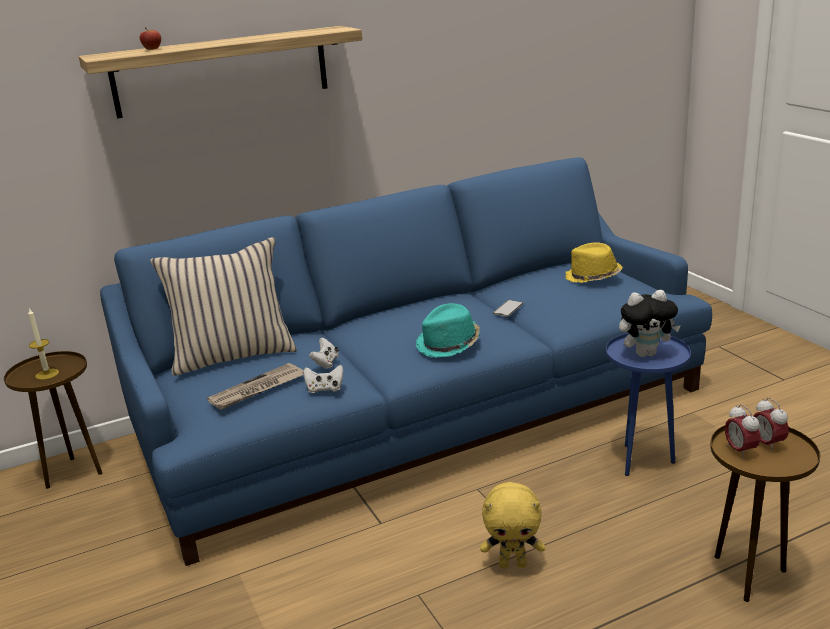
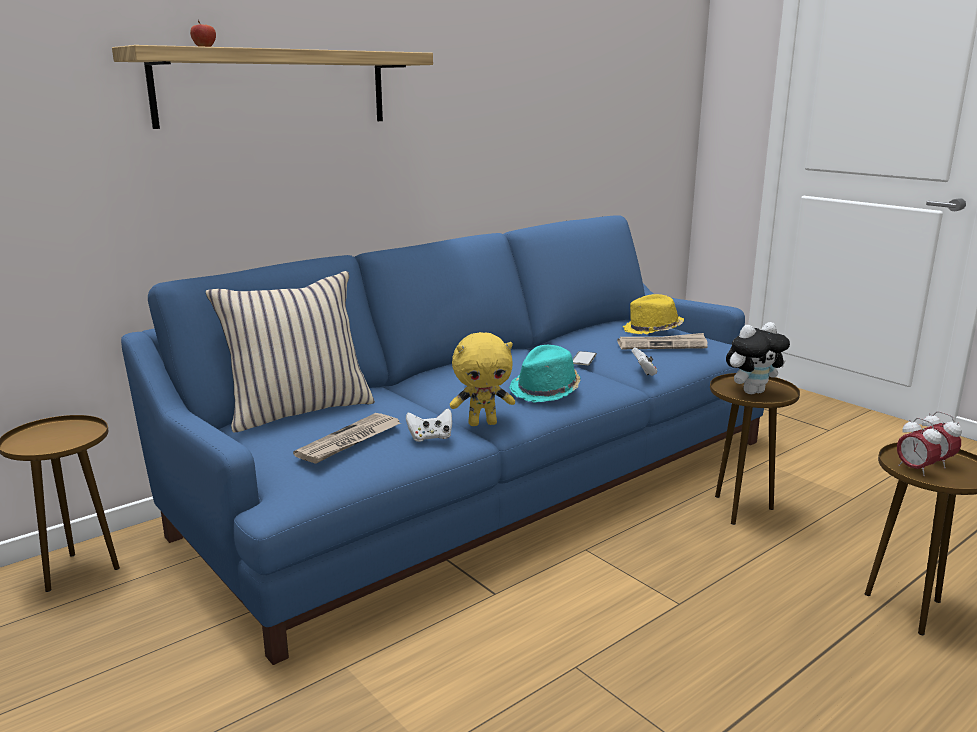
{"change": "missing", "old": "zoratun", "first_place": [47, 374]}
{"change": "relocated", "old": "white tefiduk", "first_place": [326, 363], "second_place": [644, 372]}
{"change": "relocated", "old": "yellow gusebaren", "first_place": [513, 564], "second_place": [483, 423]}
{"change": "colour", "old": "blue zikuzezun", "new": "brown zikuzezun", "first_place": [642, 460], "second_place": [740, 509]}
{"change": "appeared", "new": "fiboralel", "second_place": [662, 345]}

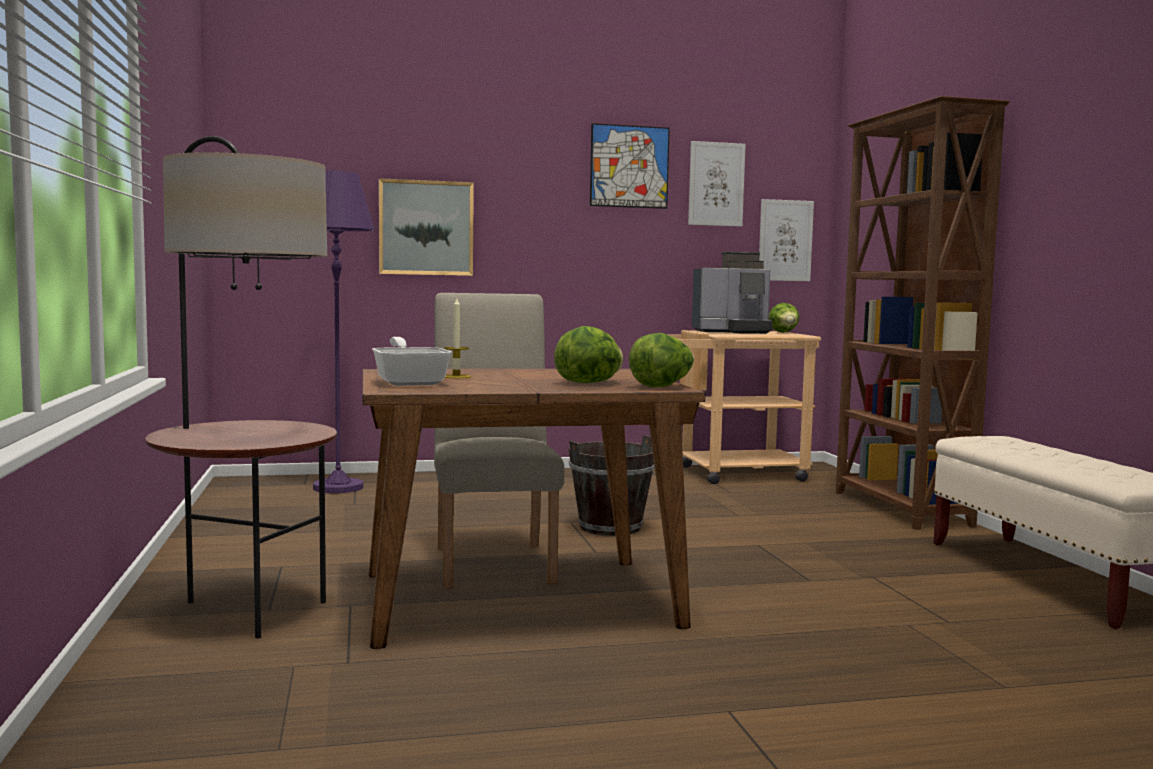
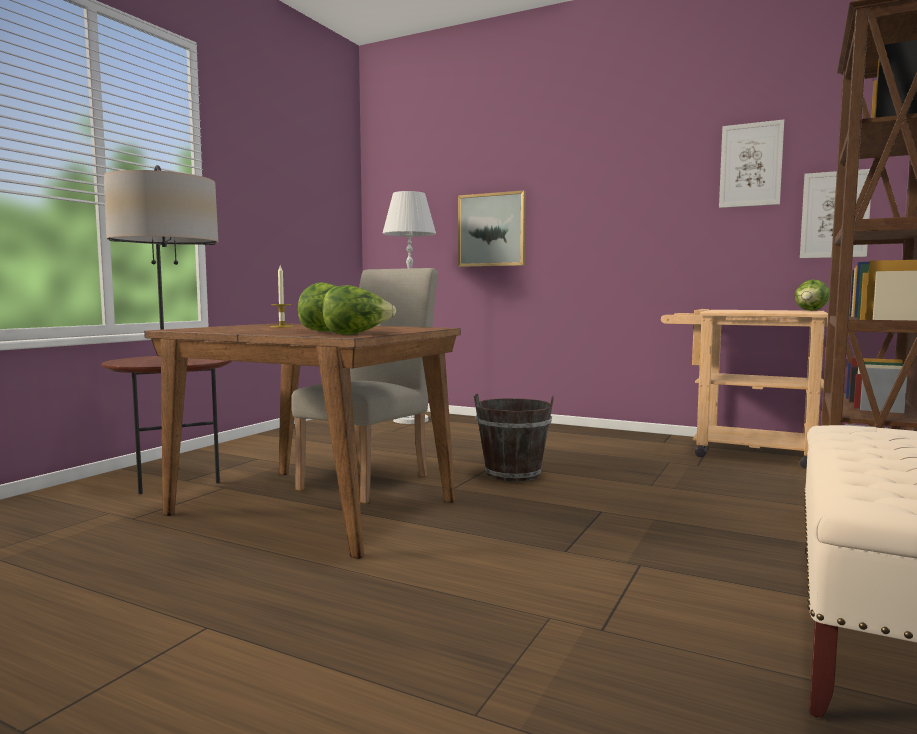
{"change": "colour", "old": "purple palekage", "new": "white palekage", "first_place": [338, 487], "second_place": [410, 420]}
{"change": "missing", "old": "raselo", "first_place": [410, 382]}
{"change": "missing", "old": "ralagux", "first_place": [629, 166]}
{"change": "missing", "old": "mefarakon", "first_place": [733, 331]}

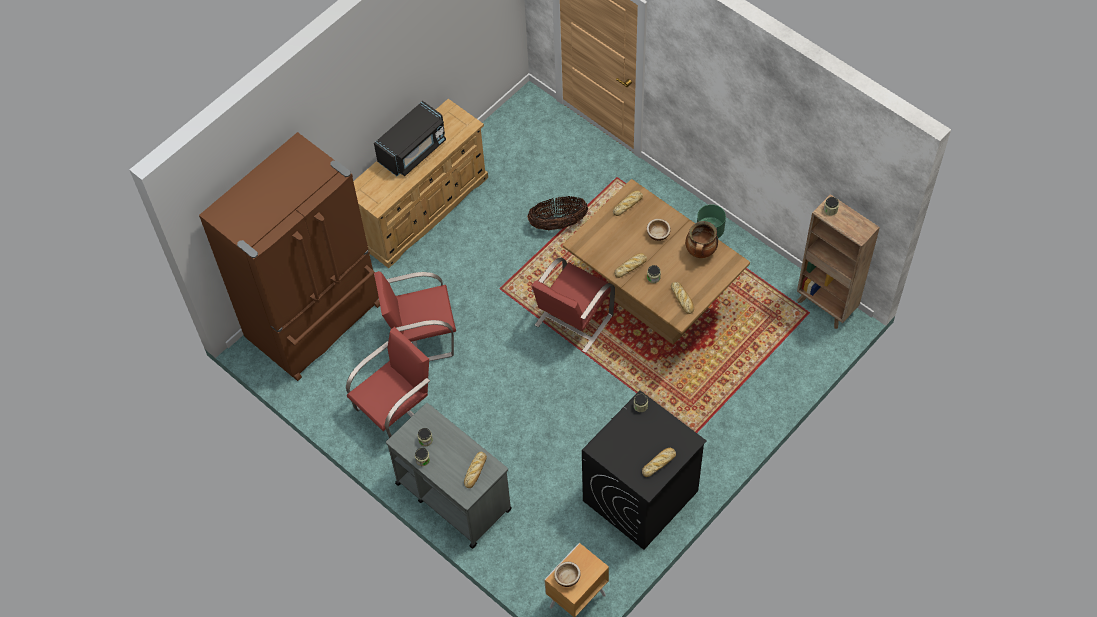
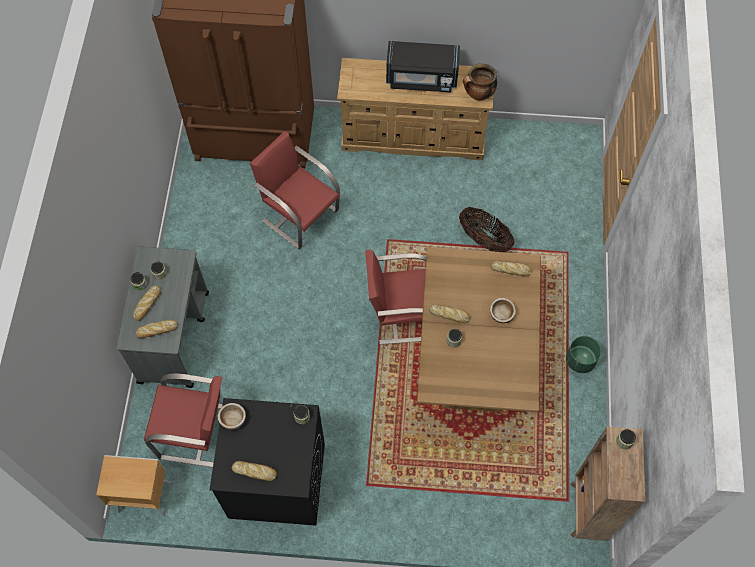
{"change": "relocated", "old": "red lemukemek", "first_place": [396, 411], "second_place": [195, 432]}
{"change": "relocated", "old": "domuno", "first_place": [567, 578], "second_place": [233, 419]}
{"change": "relocated", "old": "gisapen", "first_place": [682, 299], "second_place": [147, 304]}
{"change": "relocated", "old": "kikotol", "first_place": [701, 252], "second_place": [478, 95]}

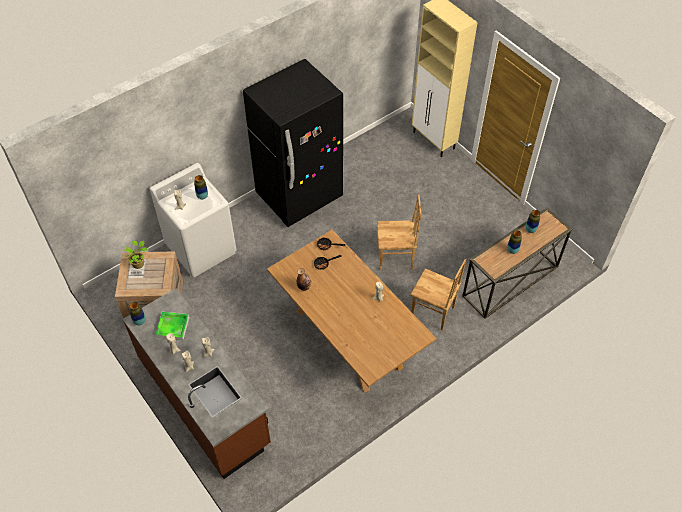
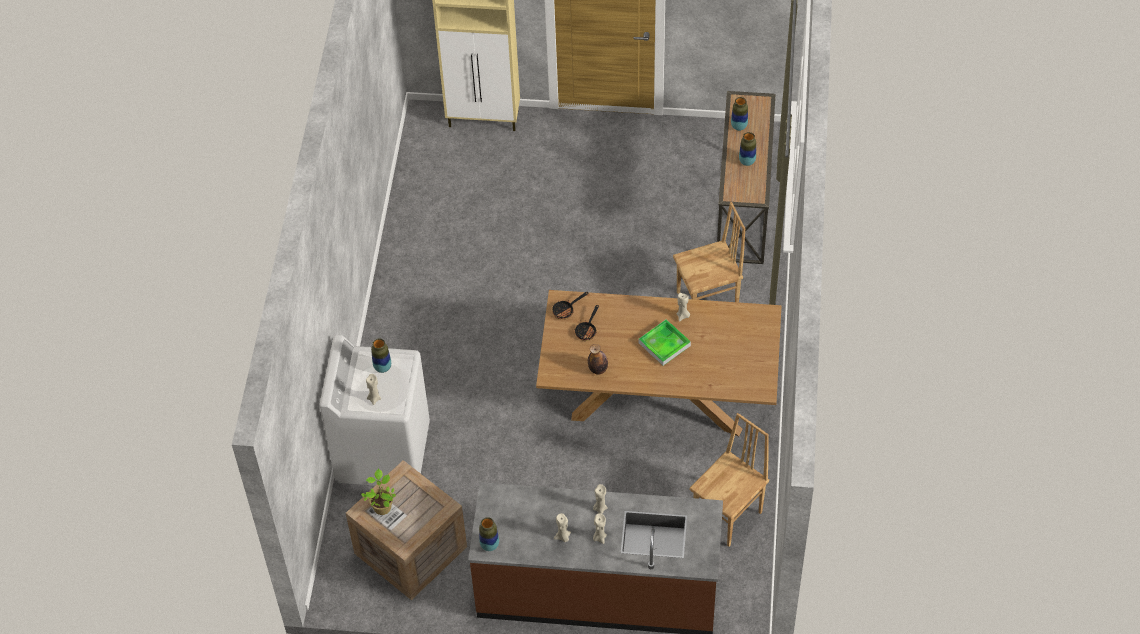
{"change": "relocated", "old": "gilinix", "first_place": [173, 327], "second_place": [664, 344]}
{"change": "missing", "old": "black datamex", "first_place": [299, 196]}
{"change": "relocated", "old": "brown lemukemek", "first_place": [395, 258], "second_place": [729, 516]}

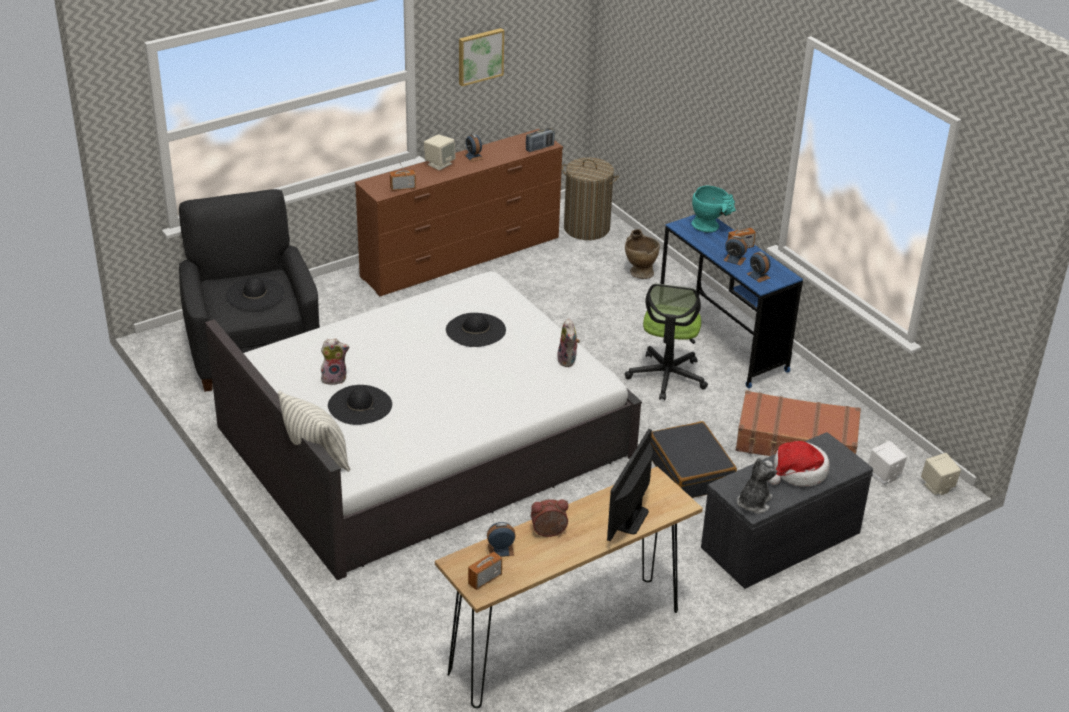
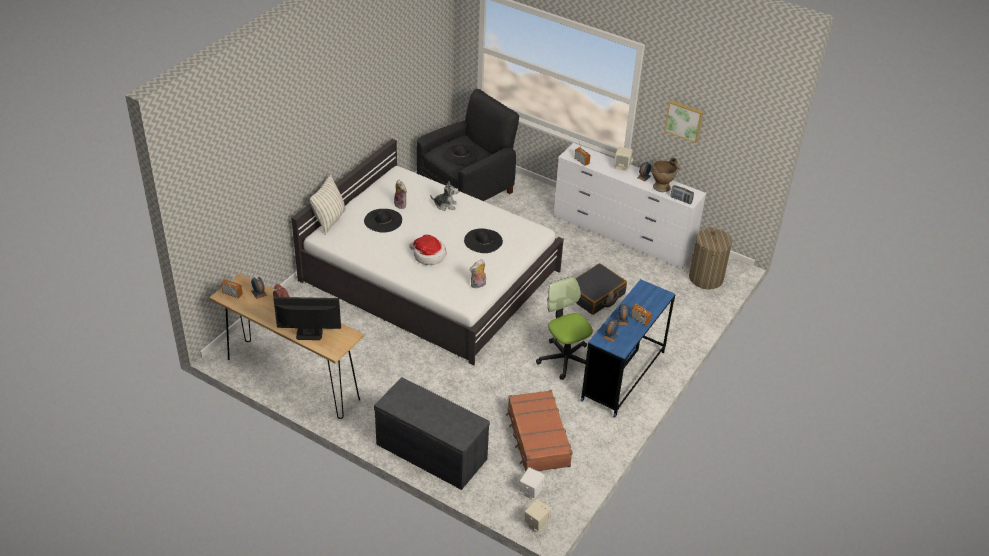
{"change": "colour", "old": "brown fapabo", "new": "white fapabo", "first_place": [461, 257], "second_place": [622, 235]}
{"change": "relocated", "old": "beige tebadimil", "first_place": [639, 271], "second_place": [663, 186]}
{"change": "spun", "old": "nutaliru", "first_place": [667, 376], "second_place": [565, 359], "degrees": 75}
{"change": "relocated", "old": "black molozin", "first_place": [690, 471], "second_place": [595, 295]}
{"change": "missing", "old": "turquoise tebadimil", "first_place": [710, 227]}
{"change": "relocated", "old": "gusebaren", "first_place": [753, 503], "second_place": [445, 205]}
{"change": "relocated", "old": "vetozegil", "first_place": [798, 472], "second_place": [428, 255]}

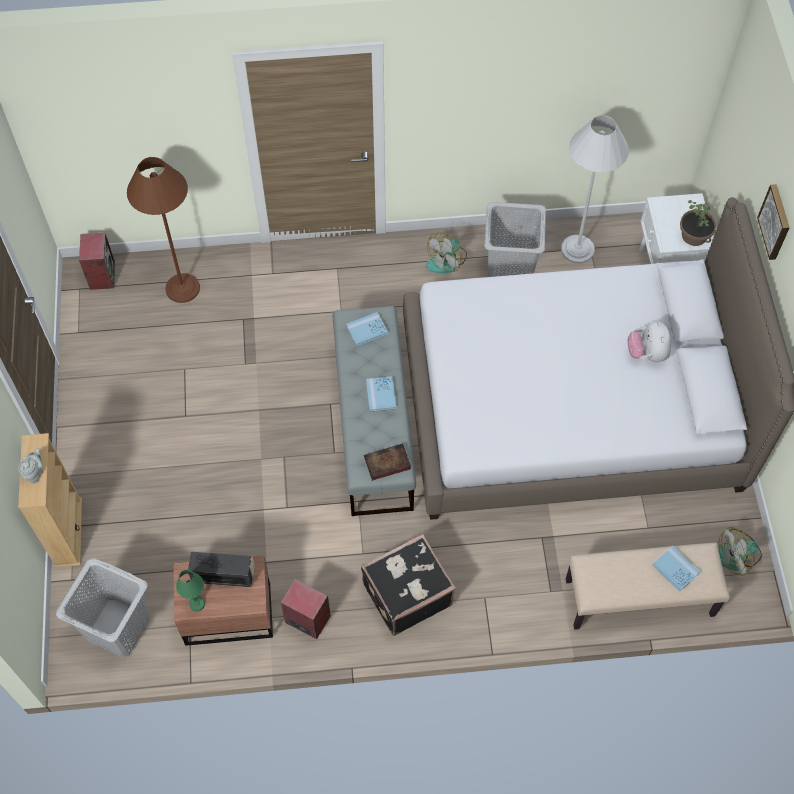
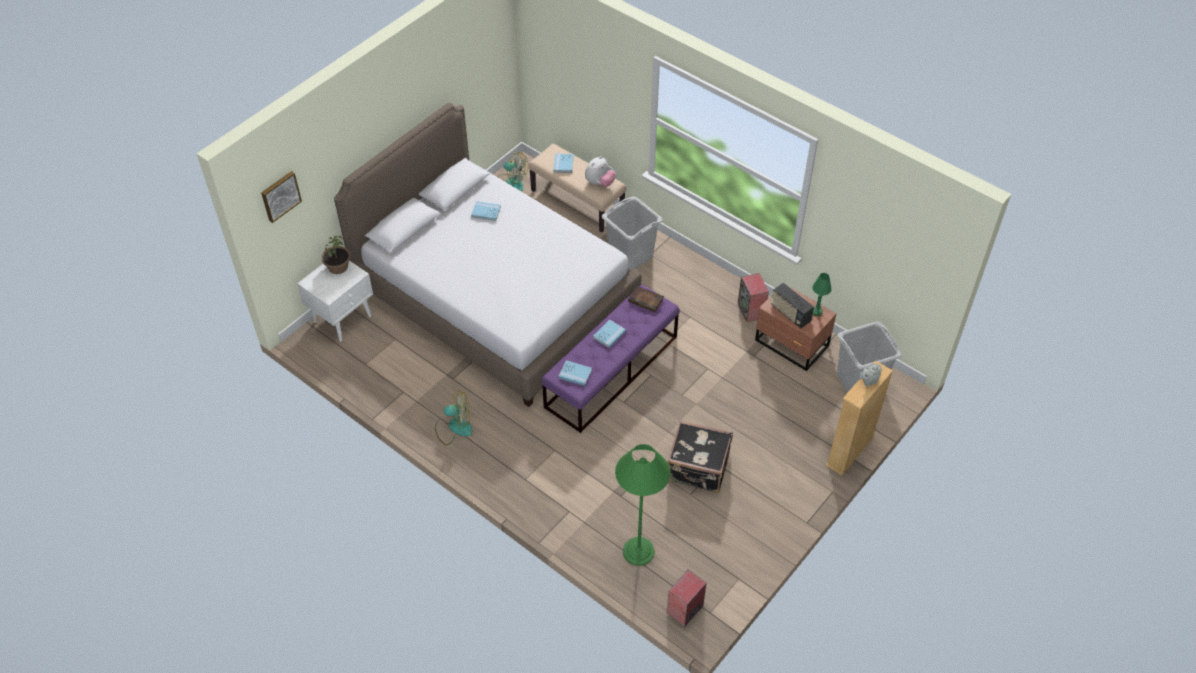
{"change": "colour", "old": "brown palekage", "new": "green palekage", "first_place": [182, 288], "second_place": [638, 551]}
{"change": "colour", "old": "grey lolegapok", "new": "purple lolegapok", "first_place": [373, 424], "second_place": [612, 371]}
{"change": "relocated", "old": "black molozin", "first_place": [406, 593], "second_place": [698, 469]}
{"change": "relocated", "old": "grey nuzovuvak", "first_place": [509, 268], "second_place": [630, 256]}
{"change": "missing", "old": "white palekage", "first_place": [577, 249]}
{"change": "relocated", "old": "gusebaren", "first_place": [647, 353], "second_place": [599, 183]}
{"change": "relocated", "old": "ralagux", "first_place": [776, 222], "second_place": [280, 196]}
{"change": "appeared", "new": "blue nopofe", "second_place": [486, 212]}

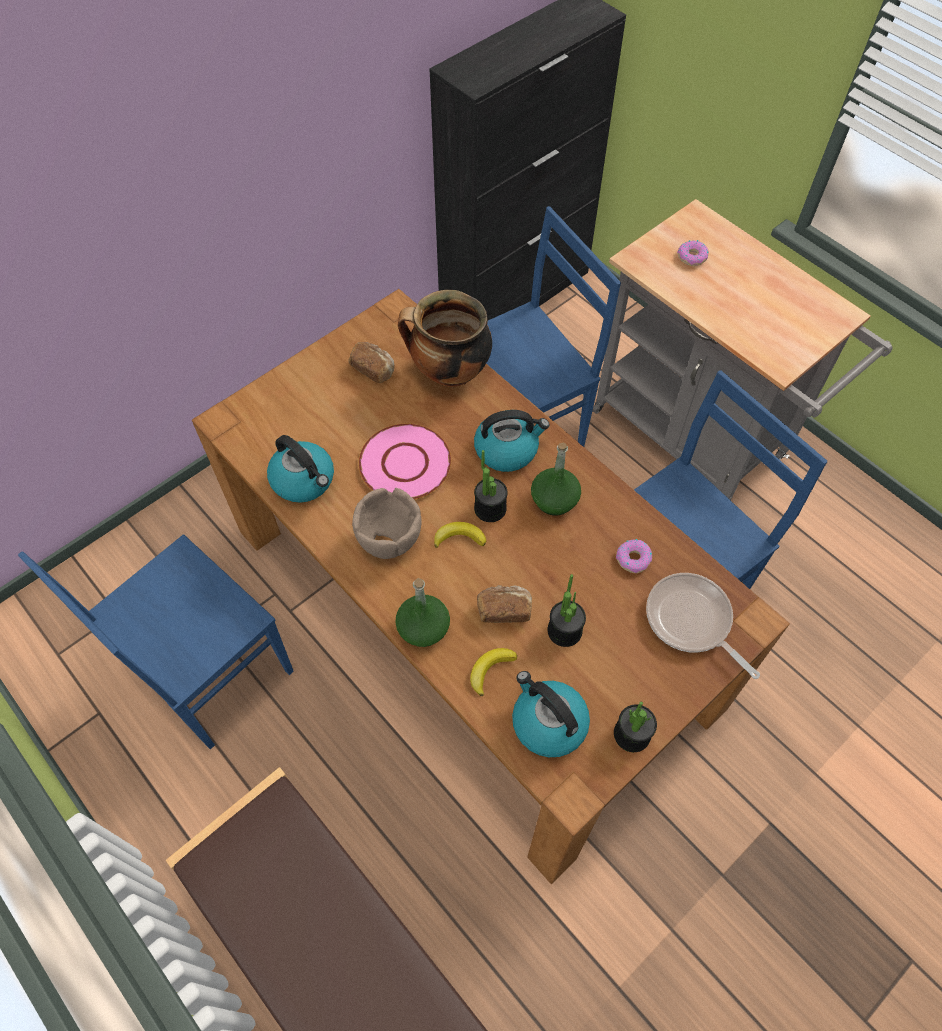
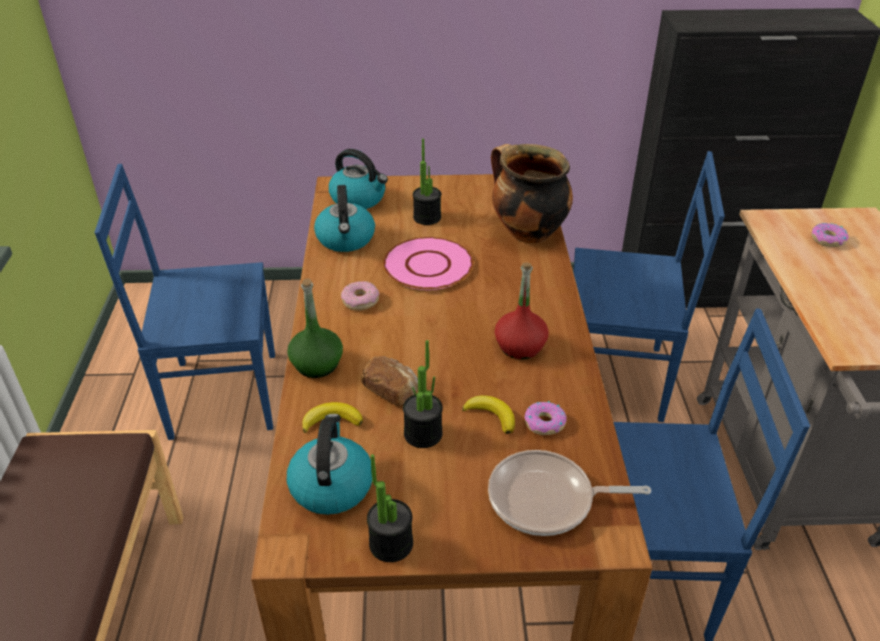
{"change": "missing", "old": "gisapen", "first_place": [373, 369]}
{"change": "exchanged", "old": "brown domuno", "new": "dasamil", "first_place": [389, 540], "second_place": [360, 301]}
{"change": "relocated", "old": "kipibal", "first_place": [459, 537], "second_place": [491, 416]}
{"change": "relocated", "old": "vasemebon", "first_place": [507, 449], "second_place": [359, 199]}
{"change": "relocated", "old": "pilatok", "first_place": [490, 508], "second_place": [427, 217]}
{"change": "colour", "old": "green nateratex", "new": "red nateratex", "first_place": [554, 500], "second_place": [520, 346]}
{"change": "spun", "old": "raselo", "first_place": [691, 621], "second_place": [547, 499], "degrees": -90}

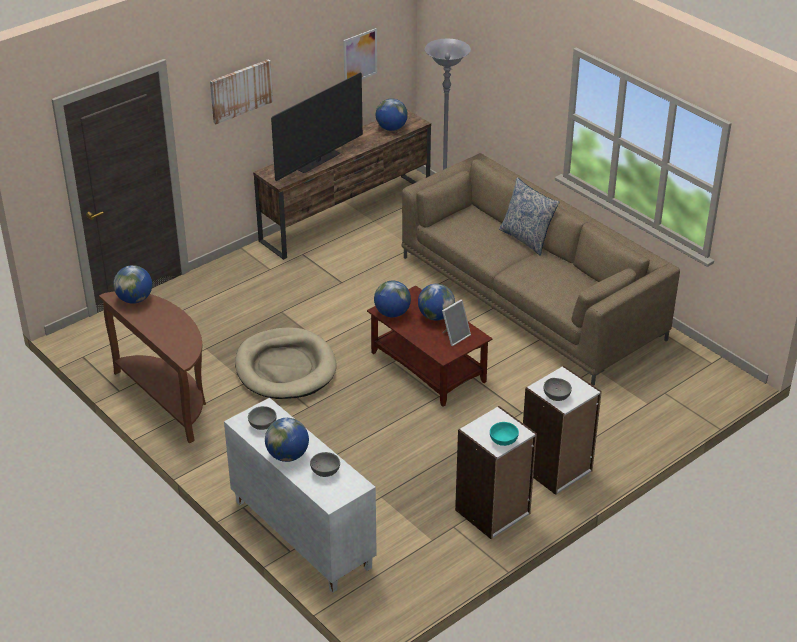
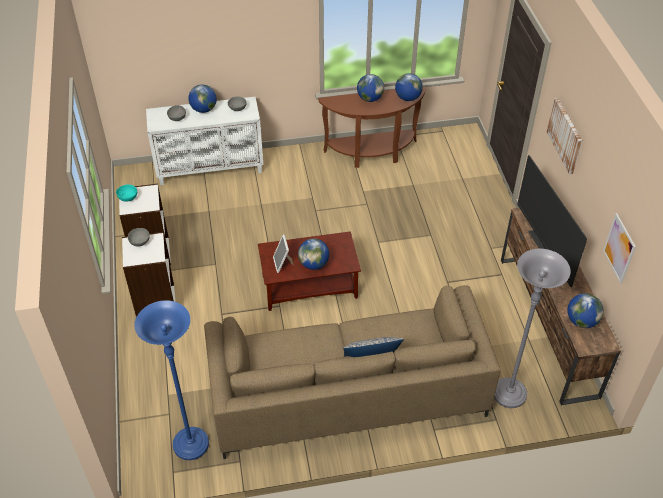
{"change": "missing", "old": "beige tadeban", "first_place": [285, 368]}
{"change": "relocated", "old": "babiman", "first_place": [392, 313], "second_place": [370, 99]}
{"change": "appeared", "new": "blue palekage", "second_place": [191, 445]}

